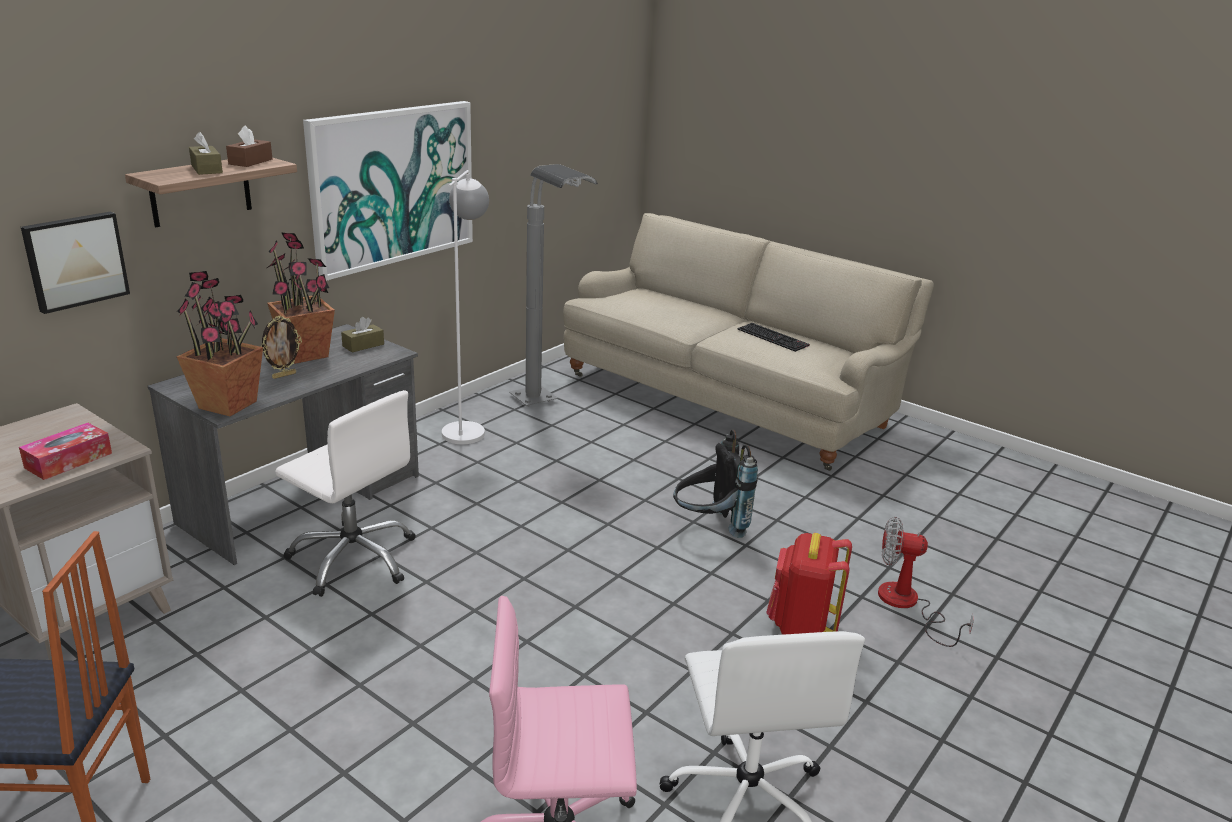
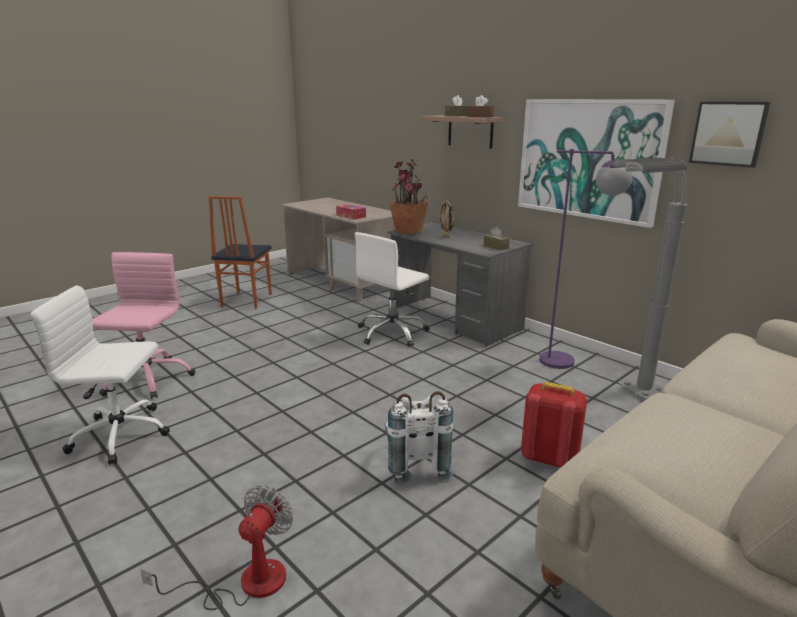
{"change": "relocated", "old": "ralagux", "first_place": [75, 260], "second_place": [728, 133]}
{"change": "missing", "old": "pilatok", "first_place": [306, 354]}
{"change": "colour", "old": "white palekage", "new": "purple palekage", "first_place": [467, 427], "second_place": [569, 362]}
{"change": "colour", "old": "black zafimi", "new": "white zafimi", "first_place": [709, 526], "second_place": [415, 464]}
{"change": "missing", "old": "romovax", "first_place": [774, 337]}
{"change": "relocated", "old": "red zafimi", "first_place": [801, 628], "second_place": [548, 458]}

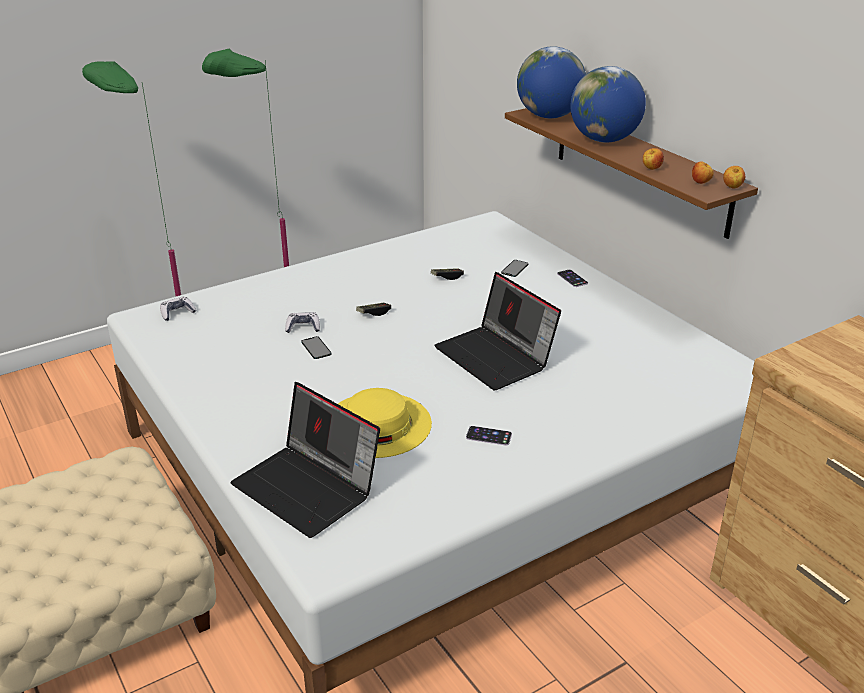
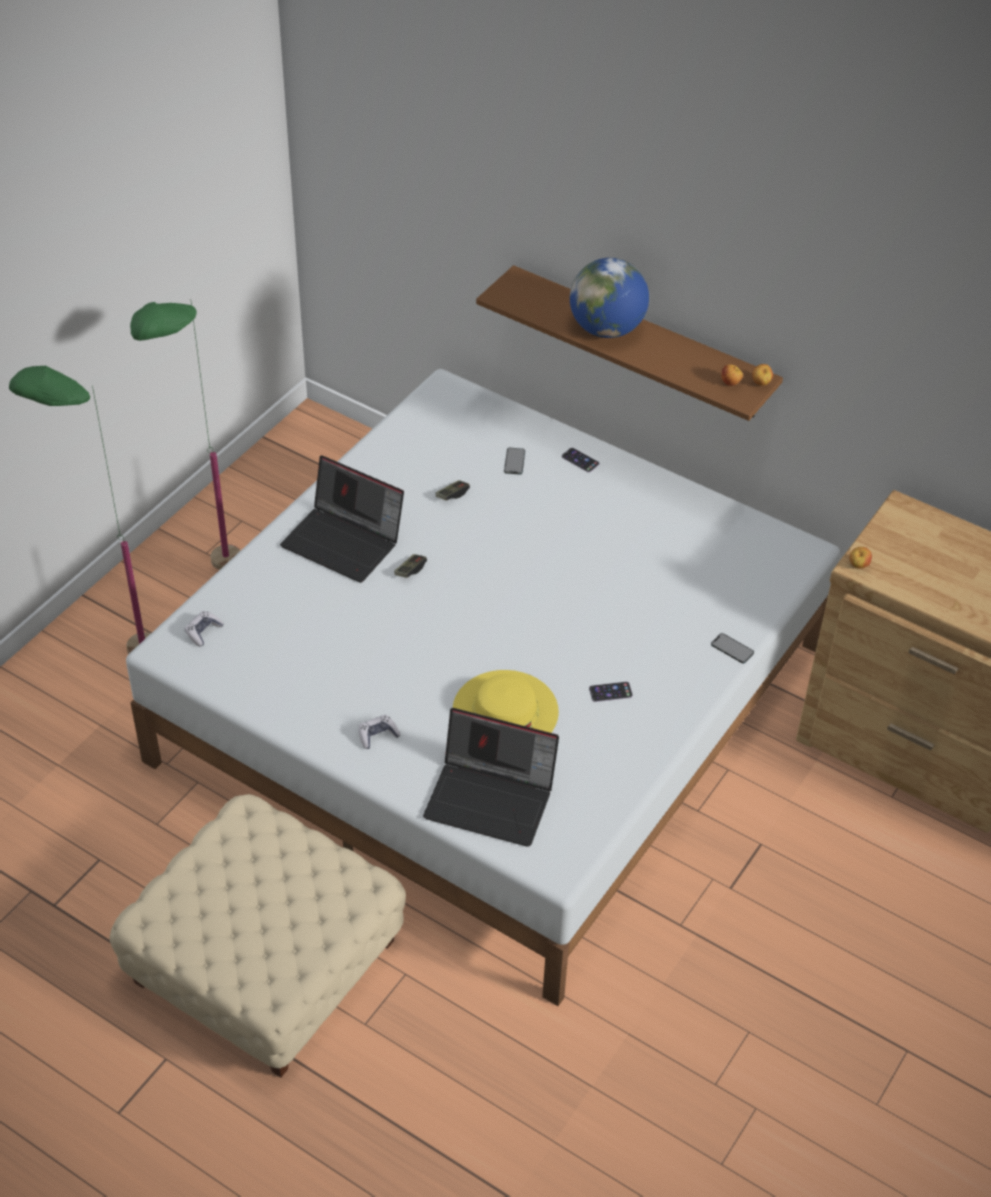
{"change": "relocated", "old": "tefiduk", "first_place": [303, 327], "second_place": [377, 735]}
{"change": "relocated", "old": "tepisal", "first_place": [316, 348], "second_place": [732, 648]}
{"change": "relocated", "old": "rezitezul", "first_place": [496, 357], "second_place": [345, 542]}
{"change": "missing", "old": "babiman", "first_place": [549, 116]}
{"change": "relocated", "old": "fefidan", "first_place": [651, 169], "second_place": [858, 566]}

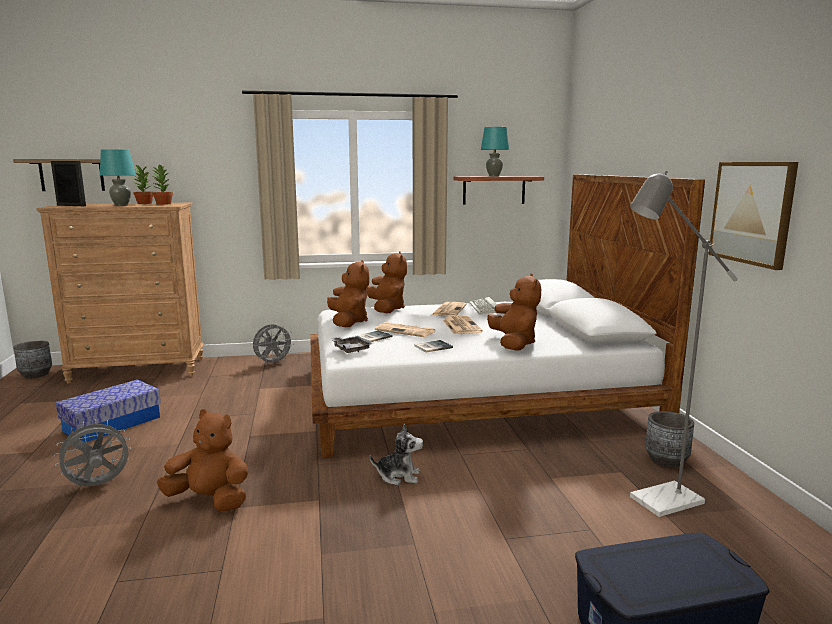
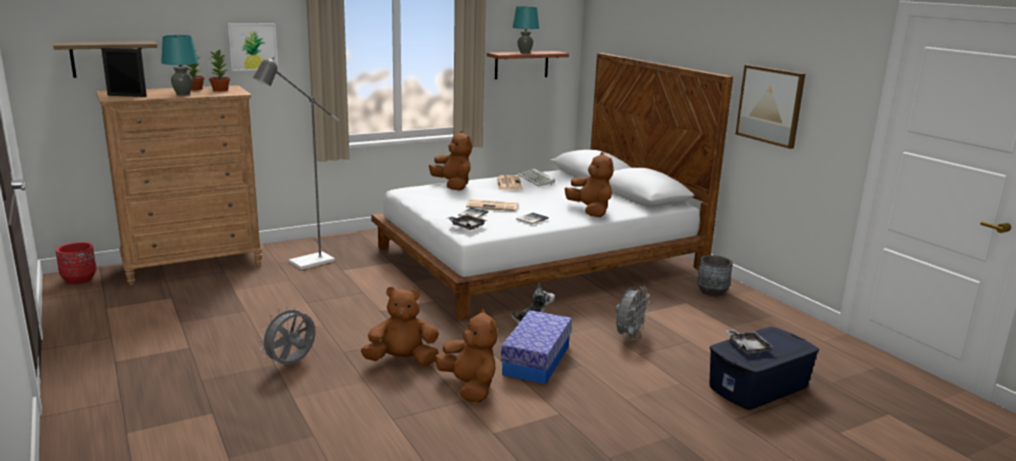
{"change": "colour", "old": "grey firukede", "new": "red firukede", "first_place": [36, 374], "second_place": [79, 279]}
{"change": "relocated", "old": "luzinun", "first_place": [112, 424], "second_place": [536, 360]}
{"change": "relocated", "old": "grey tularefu", "first_place": [273, 363], "second_place": [629, 336]}
{"change": "relocated", "old": "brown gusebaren", "first_place": [348, 322], "second_place": [469, 387]}
{"change": "missing", "old": "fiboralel", "first_place": [461, 326]}
{"change": "relocated", "old": "grey palekage", "first_place": [657, 503], "second_place": [304, 263]}
{"change": "appeared", "new": "ralagux", "second_place": [253, 46]}
{"change": "appeared", "new": "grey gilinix", "second_place": [747, 347]}

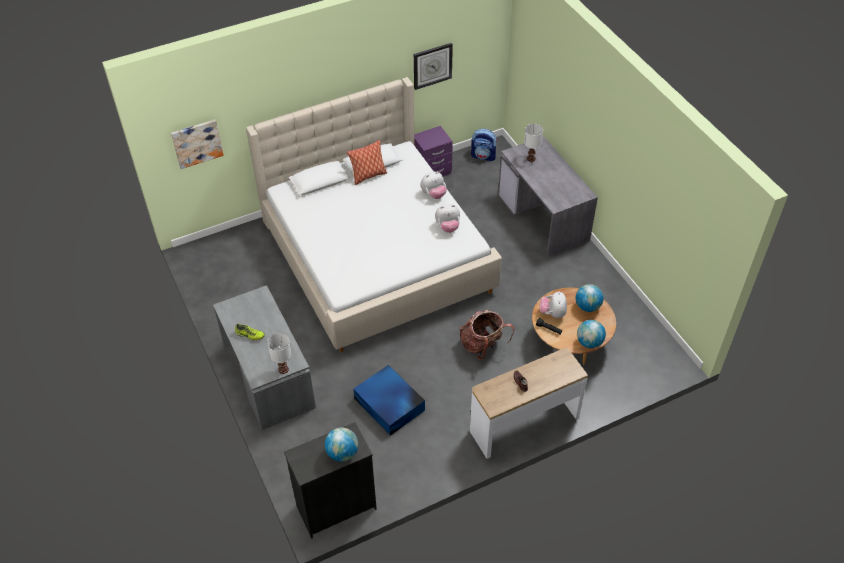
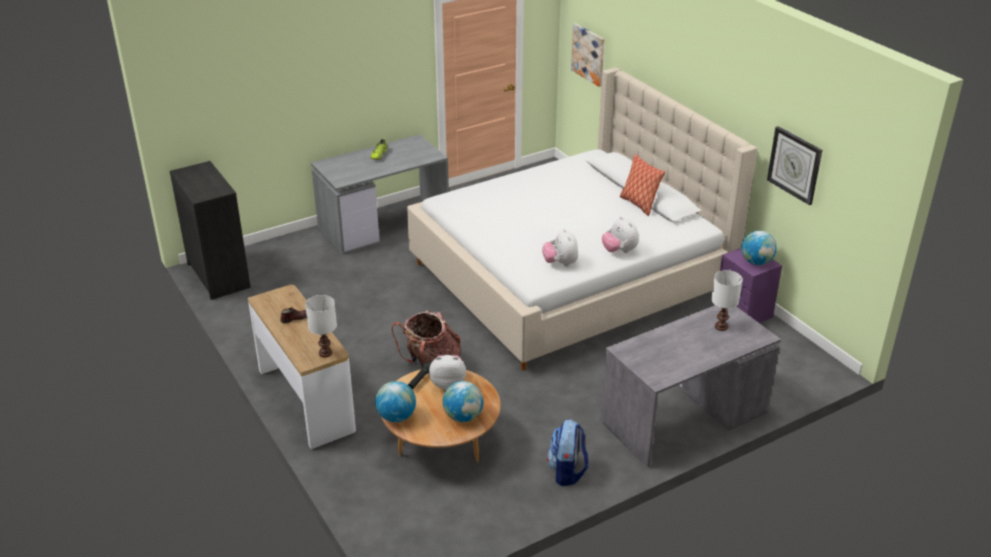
{"change": "relocated", "old": "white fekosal", "first_place": [284, 370], "second_place": [325, 353]}
{"change": "relocated", "old": "babiman", "first_place": [342, 453], "second_place": [756, 262]}
{"change": "missing", "old": "blue luzinun", "first_place": [389, 405]}
{"change": "relocated", "old": "zafimi", "first_place": [483, 156], "second_place": [567, 472]}

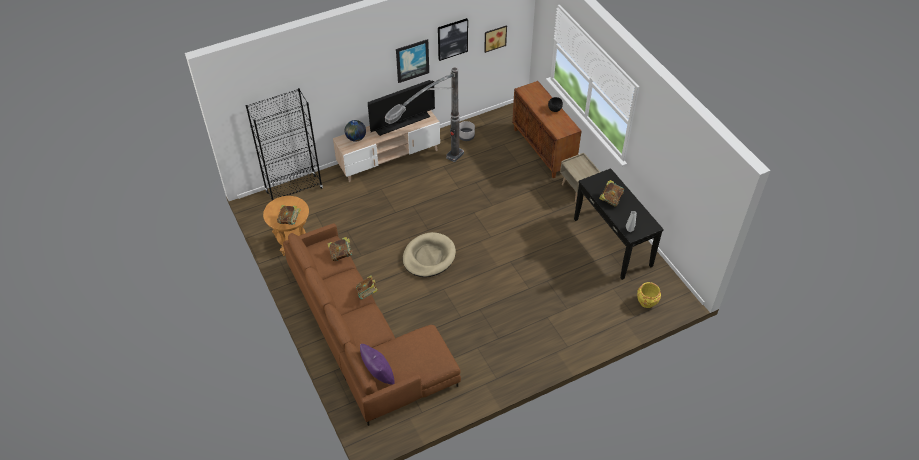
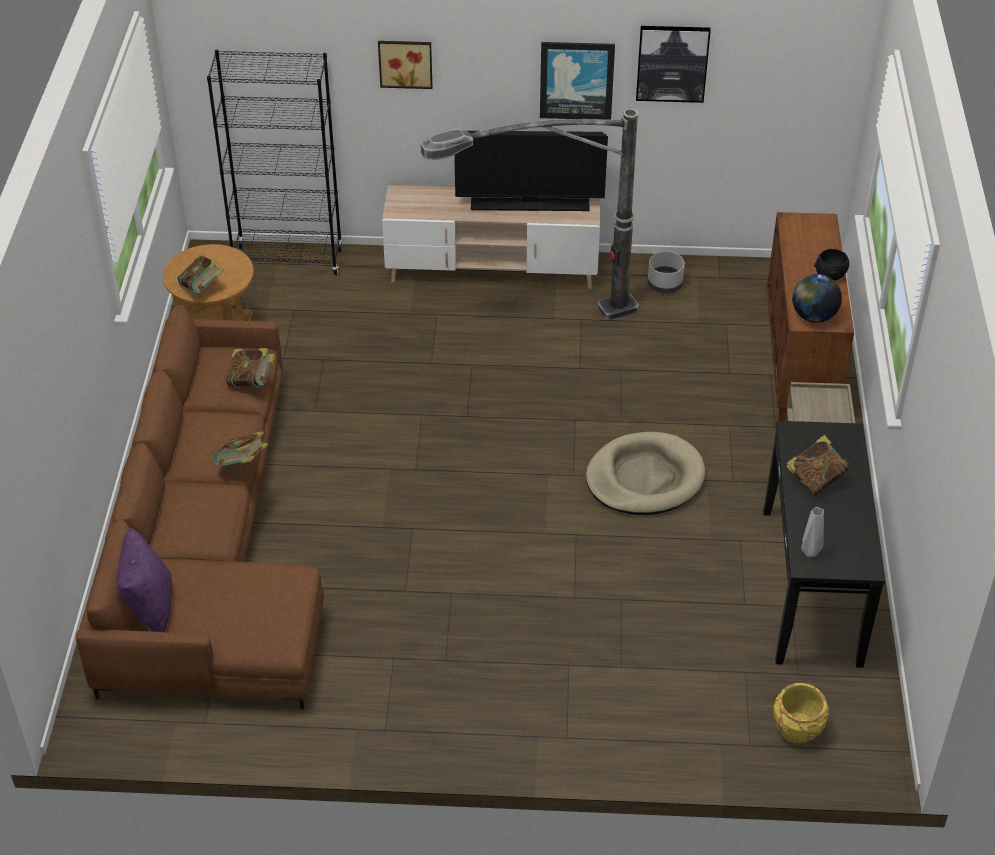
{"change": "relocated", "old": "babiman", "first_place": [356, 138], "second_place": [813, 316]}
{"change": "relocated", "old": "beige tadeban", "first_place": [429, 257], "second_place": [644, 478]}
{"change": "relocated", "old": "ralagux", "first_place": [494, 38], "second_place": [405, 62]}

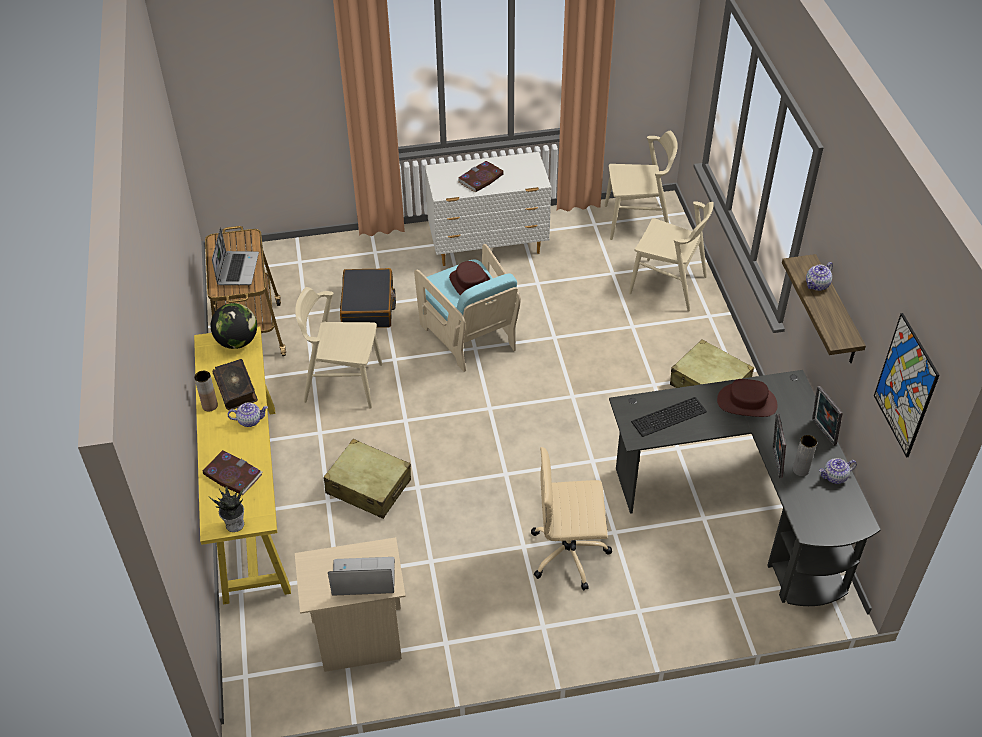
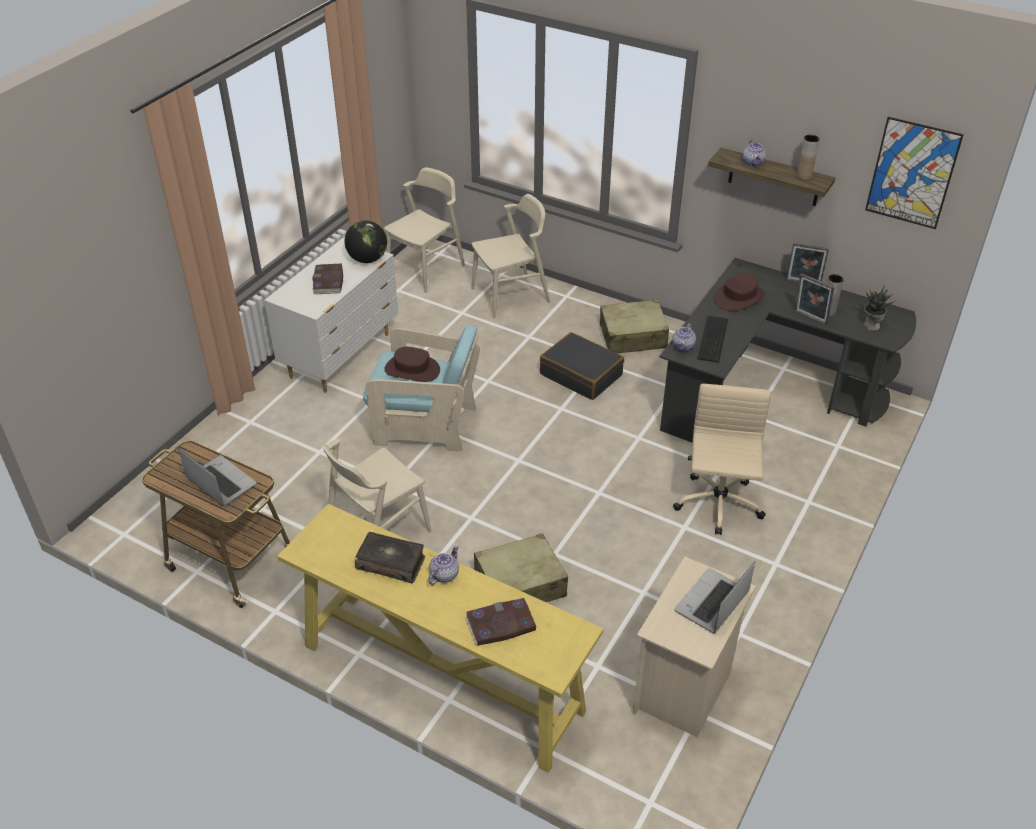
{"change": "relocated", "old": "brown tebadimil", "first_place": [210, 405], "second_place": [804, 176]}
{"change": "relocated", "old": "pilatok", "first_place": [235, 524], "second_place": [871, 325]}
{"change": "relocated", "old": "babiman", "first_place": [237, 341], "second_place": [367, 259]}
{"change": "relocated", "old": "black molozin", "first_place": [368, 306], "second_place": [581, 374]}
{"change": "spun", "old": "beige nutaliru", "first_place": [570, 553], "second_place": [718, 505], "degrees": 150}
{"change": "relocated", "old": "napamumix", "first_place": [834, 477], "second_place": [683, 346]}

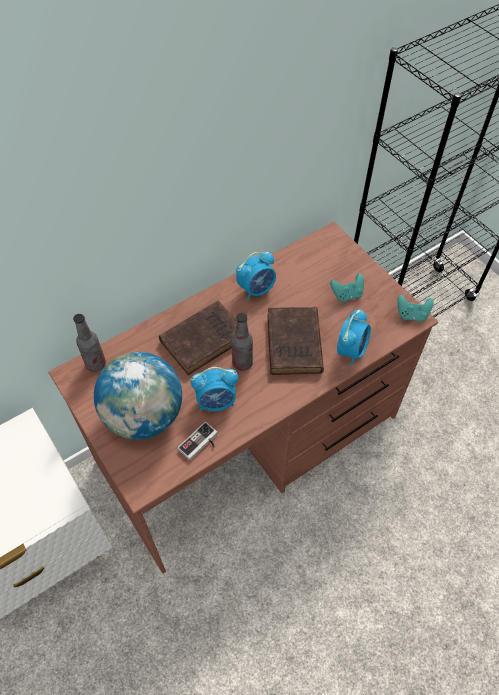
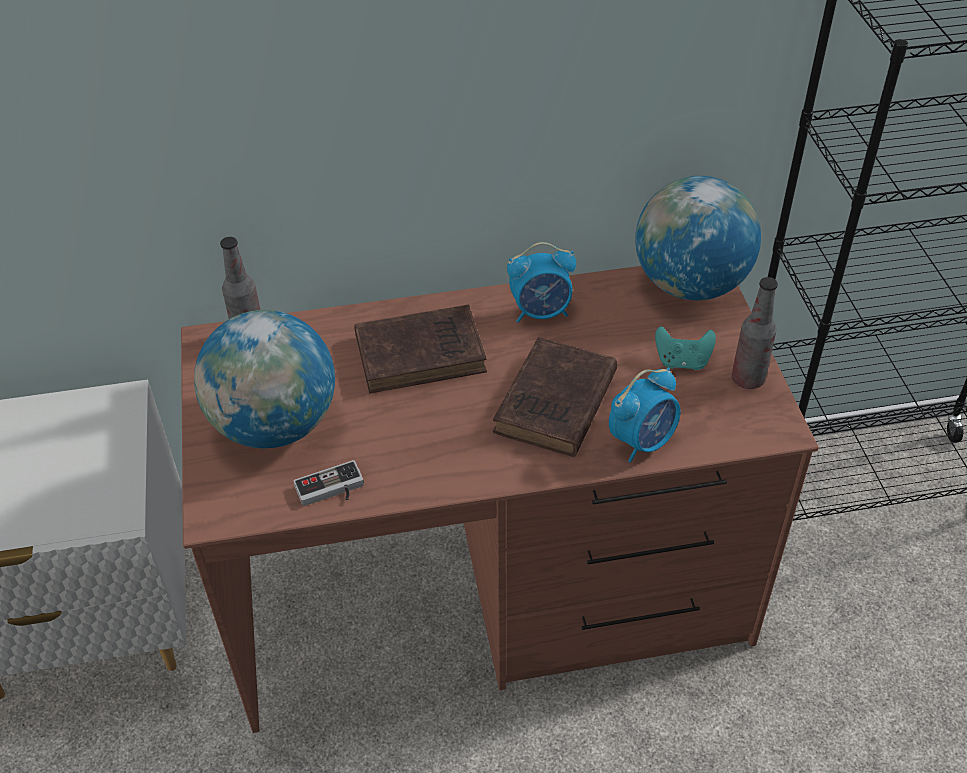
{"change": "missing", "old": "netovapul", "first_place": [216, 402]}
{"change": "relocated", "old": "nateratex", "first_place": [242, 363], "second_place": [748, 379]}
{"change": "missing", "old": "turquoise tefiduk", "first_place": [412, 315]}
{"change": "appeared", "new": "babiman", "second_place": [690, 284]}

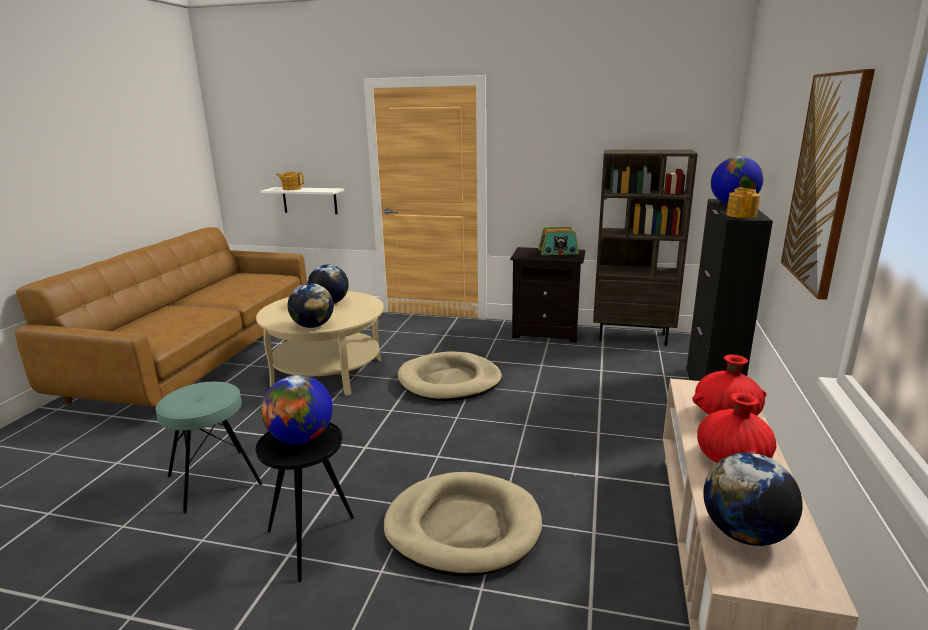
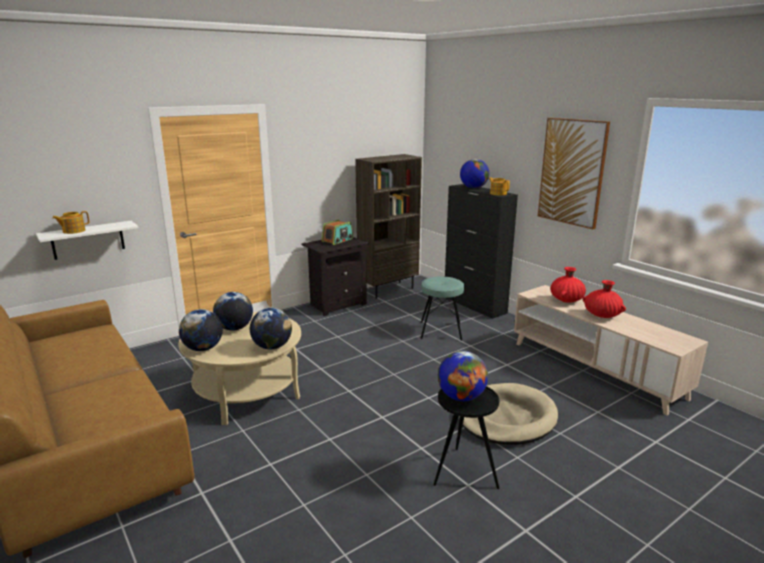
{"change": "relocated", "old": "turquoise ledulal", "first_place": [214, 480], "second_place": [440, 331]}
{"change": "missing", "old": "beige tadeban", "first_place": [449, 381]}
{"change": "relocated", "old": "babiman", "first_place": [744, 534], "second_place": [203, 348]}

